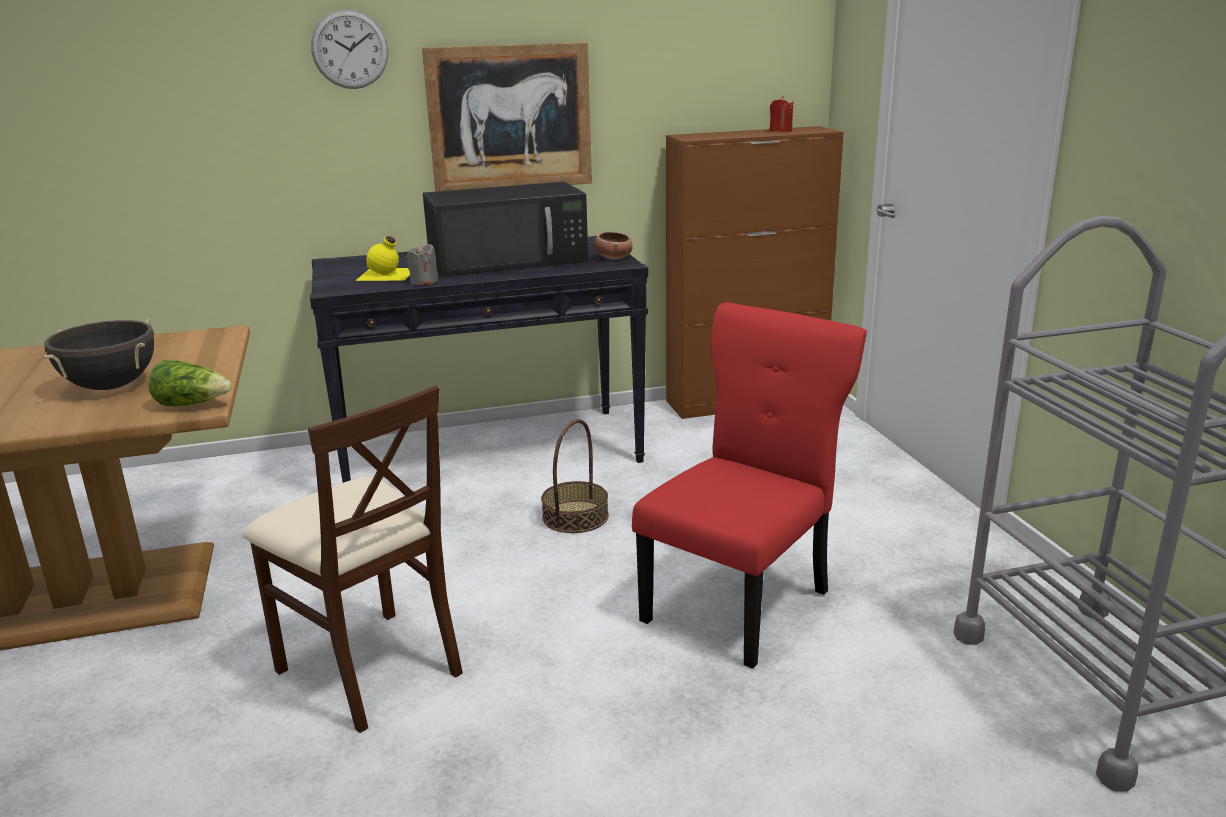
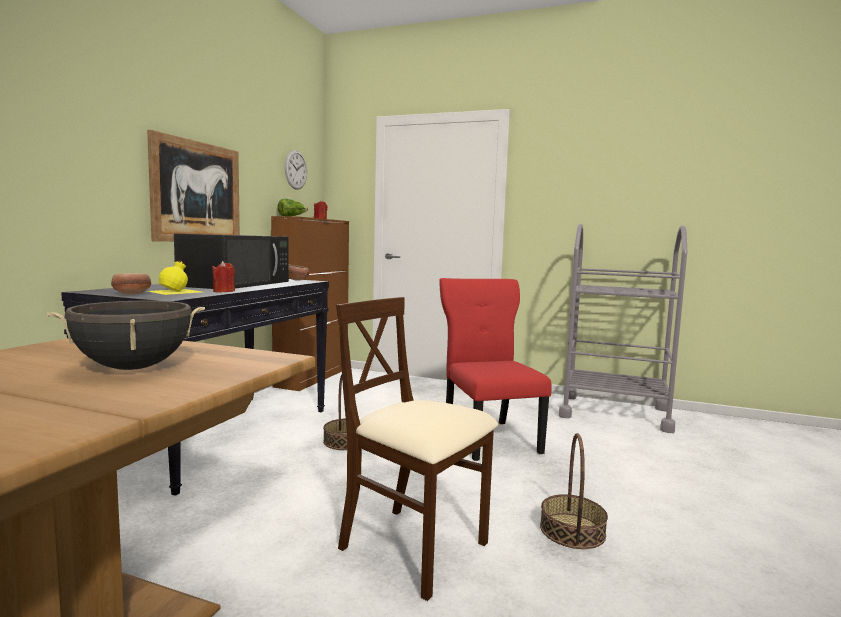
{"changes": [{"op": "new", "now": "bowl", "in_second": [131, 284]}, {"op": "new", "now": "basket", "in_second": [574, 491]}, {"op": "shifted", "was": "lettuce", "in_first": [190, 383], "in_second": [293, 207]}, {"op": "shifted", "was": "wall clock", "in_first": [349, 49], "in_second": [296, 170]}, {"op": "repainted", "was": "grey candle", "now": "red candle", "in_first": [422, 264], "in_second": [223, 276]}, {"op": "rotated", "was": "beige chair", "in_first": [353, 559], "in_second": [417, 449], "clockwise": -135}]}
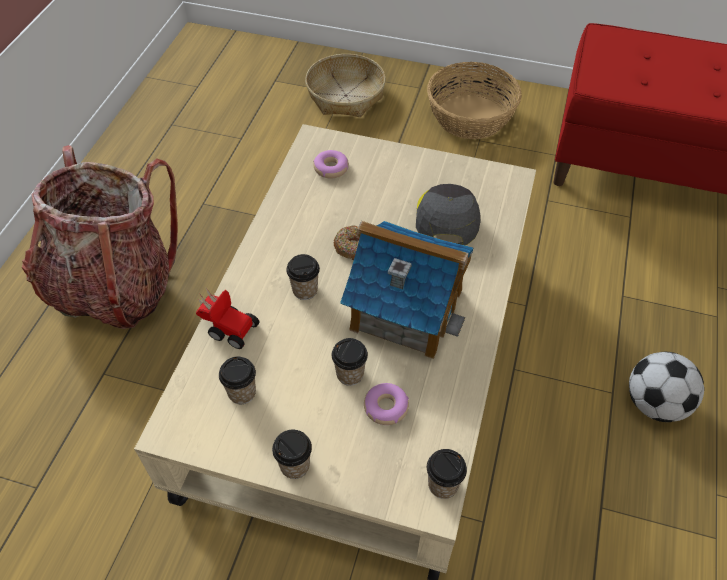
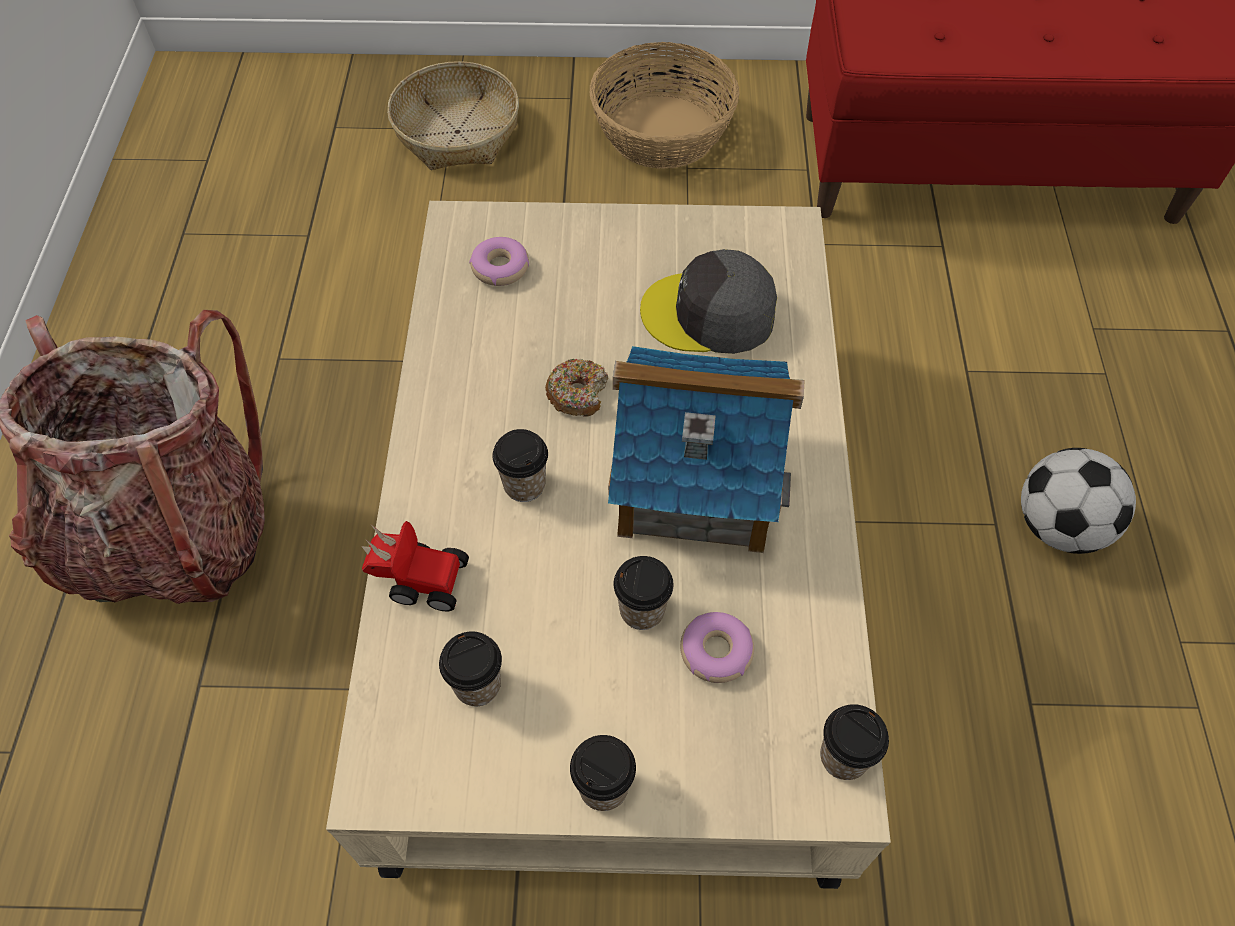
{"changes": [{"op": "rotated", "was": "grey cap", "in_first": [448, 214], "in_second": [708, 301], "clockwise": -75}]}
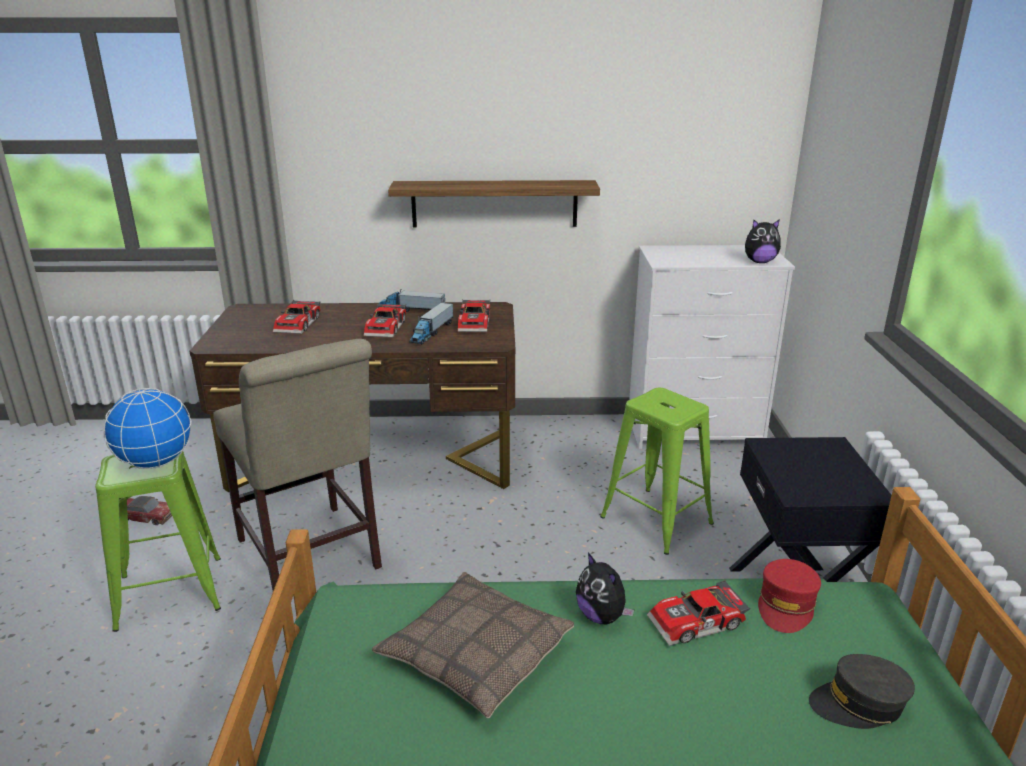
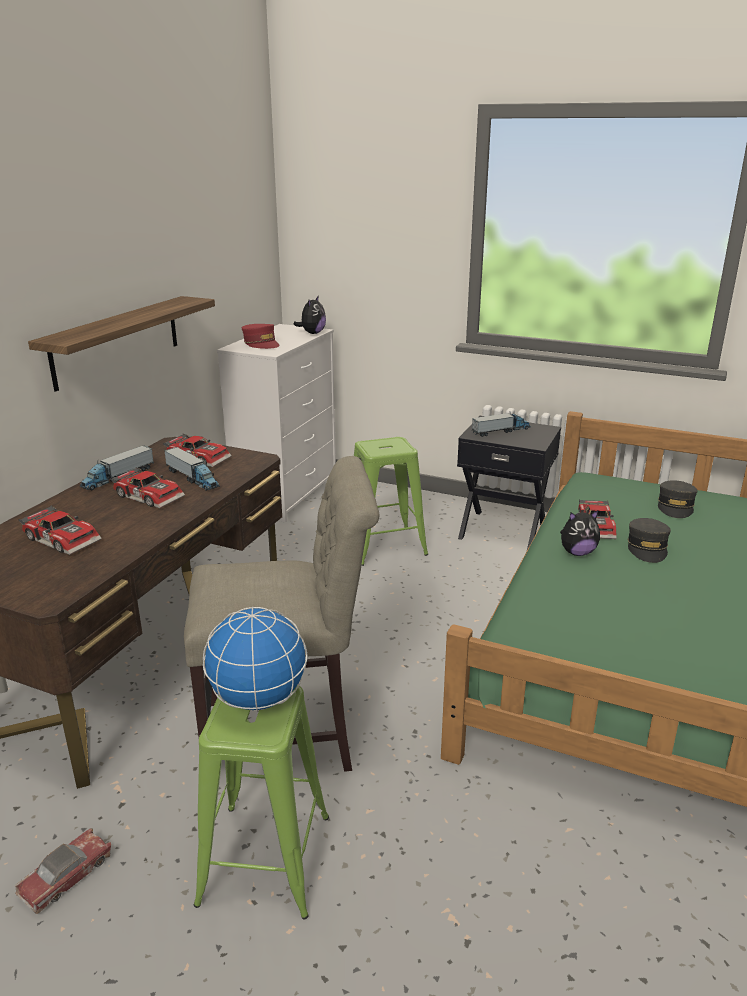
{"changes": [{"op": "gone", "was": "pillow", "in_first": [473, 645]}, {"op": "new", "now": "toy truck", "in_second": [501, 424]}, {"op": "new", "now": "grey cap", "in_second": [649, 540]}, {"op": "shifted", "was": "red cap", "in_first": [789, 596], "in_second": [261, 336]}]}
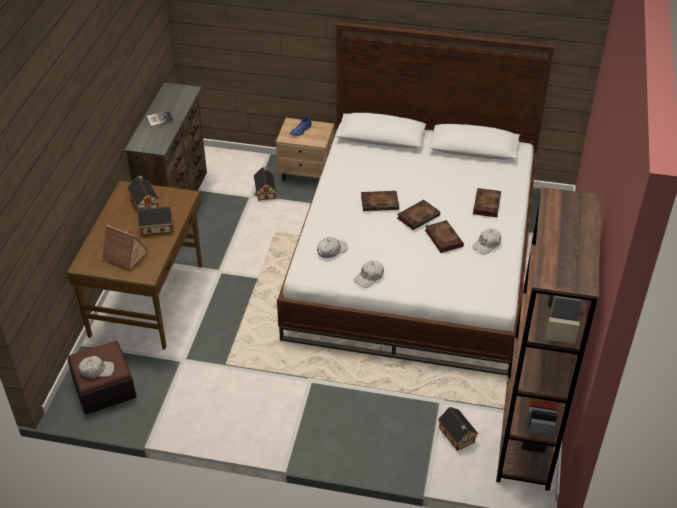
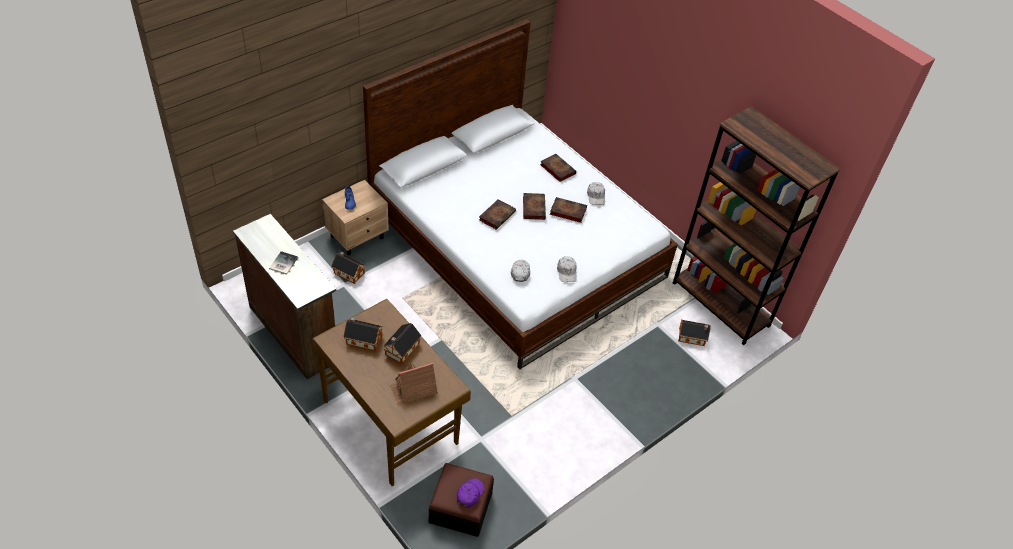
{"changes": [{"op": "repainted", "was": "white cap", "now": "purple cap", "in_first": [96, 367], "in_second": [470, 492]}]}
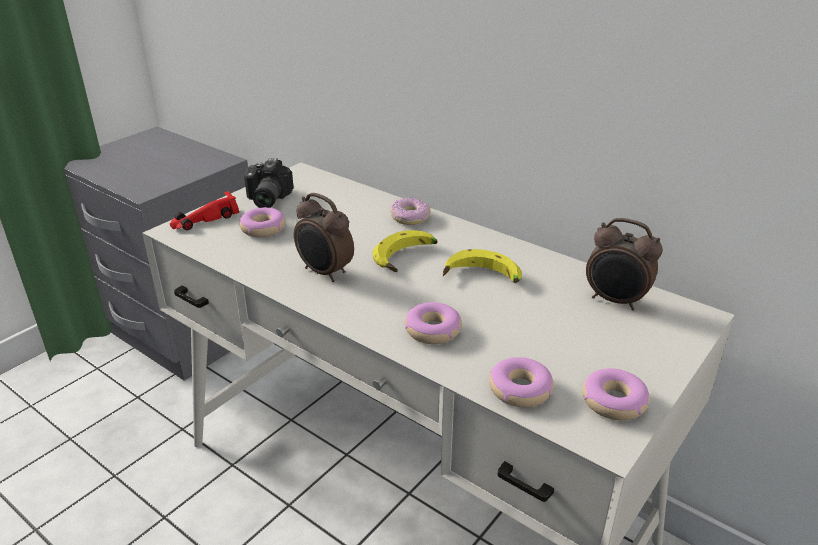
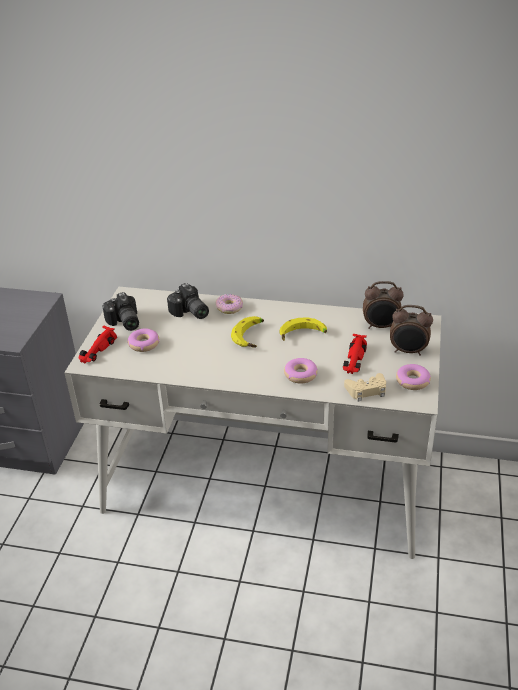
{"changes": [{"op": "new", "now": "photo camera", "in_second": [188, 301]}, {"op": "new", "now": "red toy car", "in_second": [355, 354]}, {"op": "shifted", "was": "alarm clock", "in_first": [324, 237], "in_second": [411, 330]}, {"op": "swapped", "was": "donut", "now": "beige game controller", "in_first": [521, 382], "in_second": [365, 387]}]}
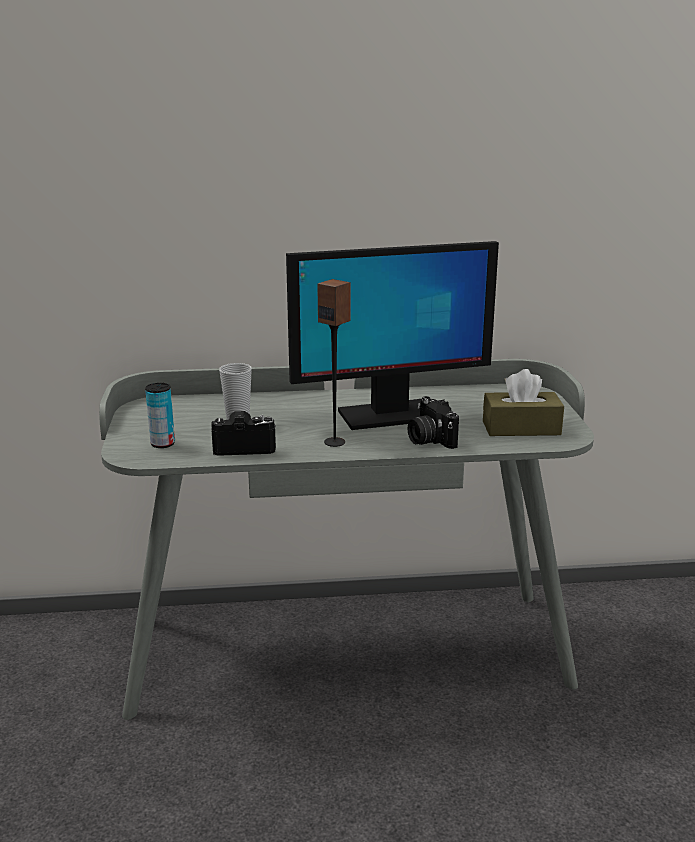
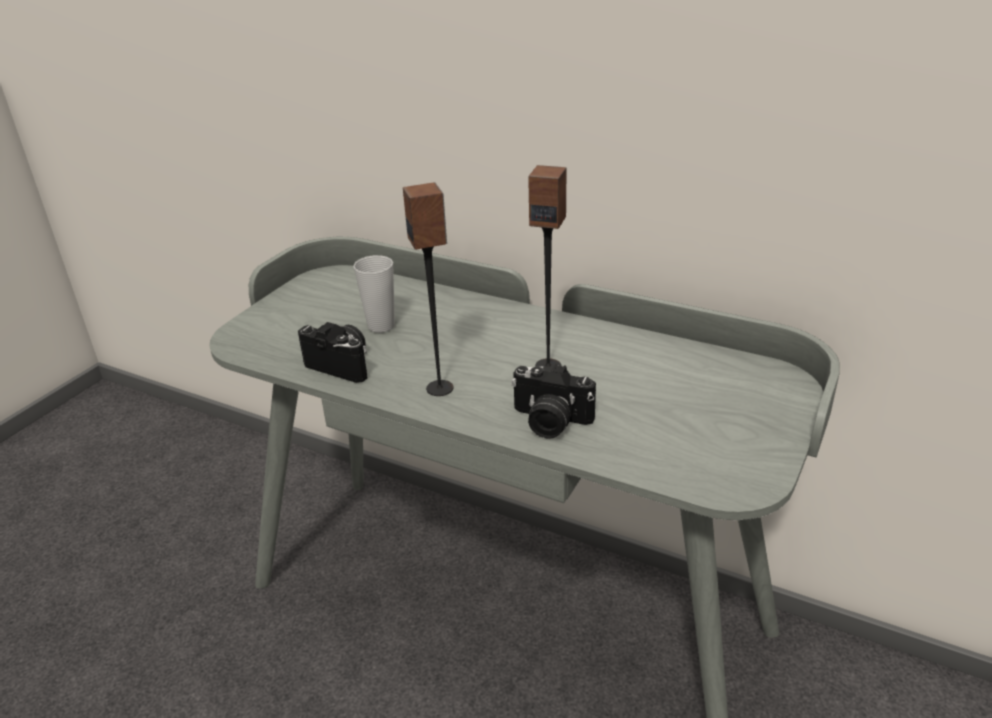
{"changes": [{"op": "gone", "was": "can", "in_first": [160, 415]}, {"op": "gone", "was": "brown tissue box", "in_first": [523, 402]}, {"op": "swapped", "was": "monitor", "now": "speaker", "in_first": [392, 335], "in_second": [547, 268]}, {"op": "rotated", "was": "photo camera", "in_first": [433, 422], "in_second": [553, 401], "clockwise": -75}]}
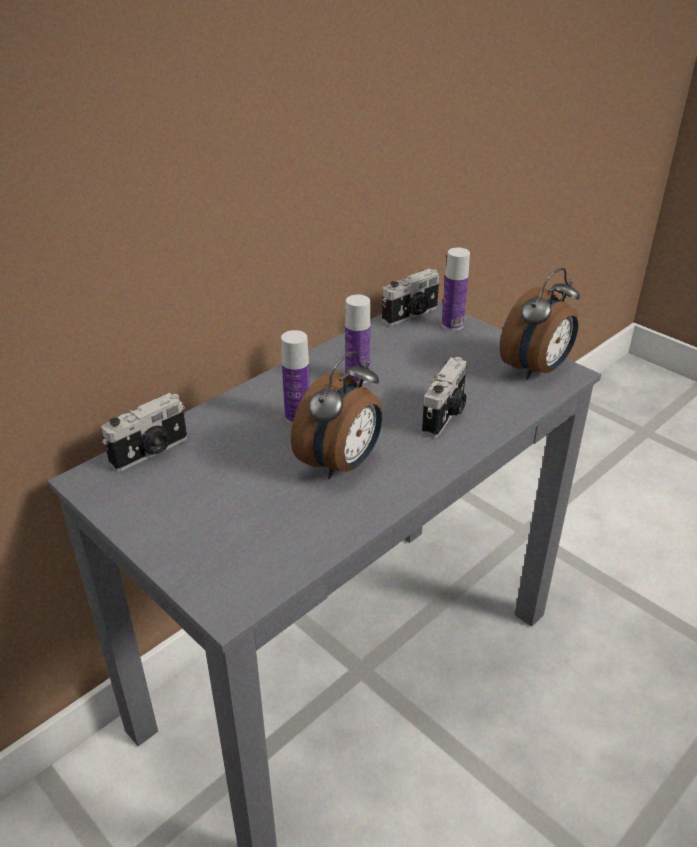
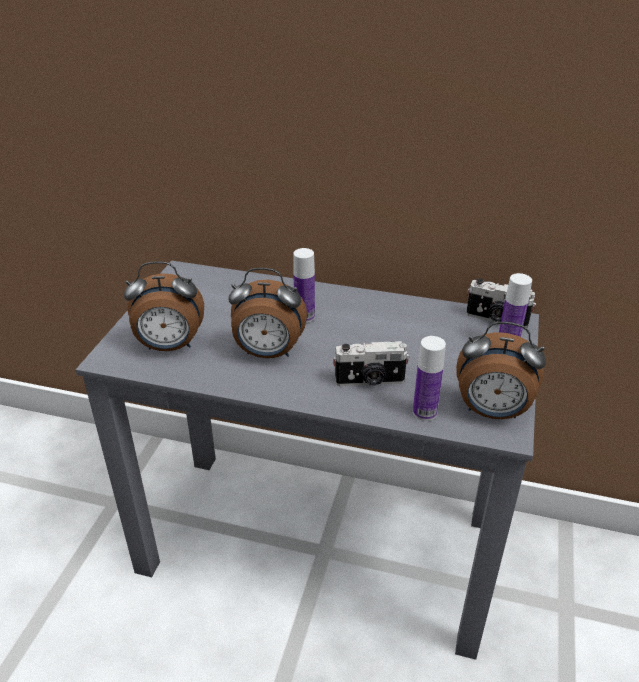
{"changes": [{"op": "gone", "was": "photo camera", "in_first": [144, 432]}, {"op": "new", "now": "alarm clock", "in_second": [164, 306]}, {"op": "shifted", "was": "bottle", "in_first": [357, 339], "in_second": [429, 378]}]}
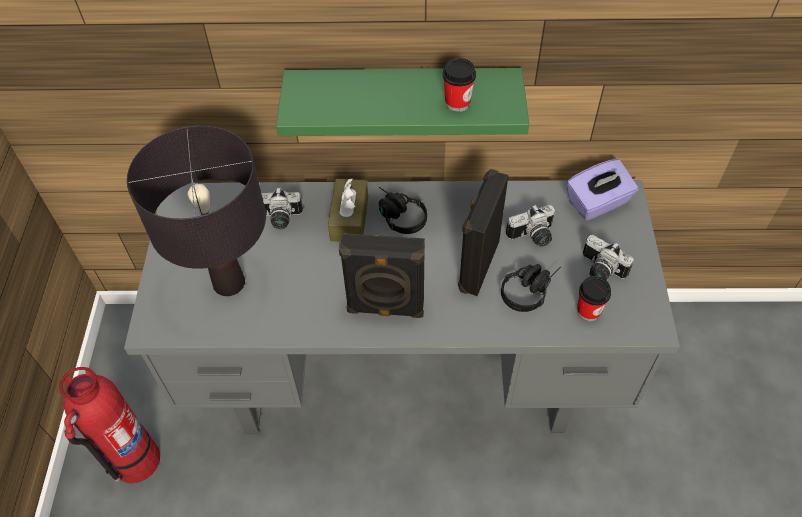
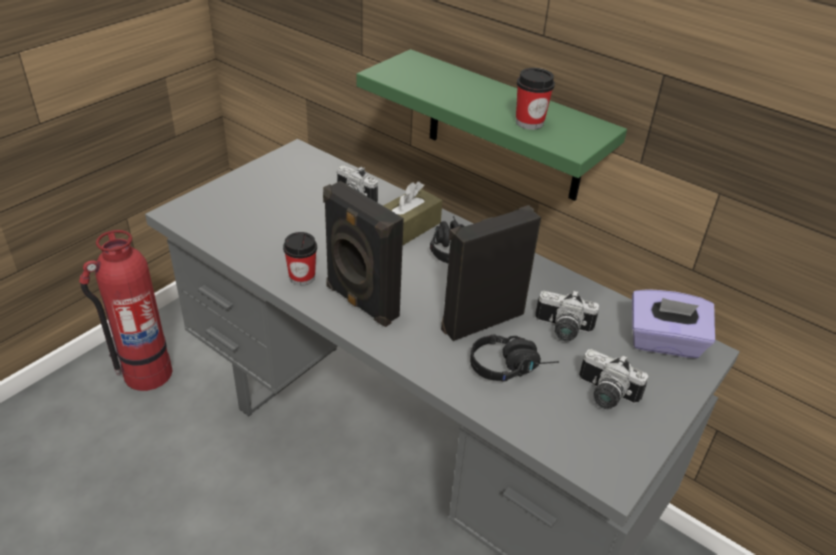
{"changes": [{"op": "gone", "was": "black table lamp", "in_first": [196, 211]}, {"op": "shifted", "was": "cup", "in_first": [594, 298], "in_second": [300, 259]}, {"op": "rotated", "was": "photo camera", "in_first": [608, 257], "in_second": [613, 379], "clockwise": -45}]}
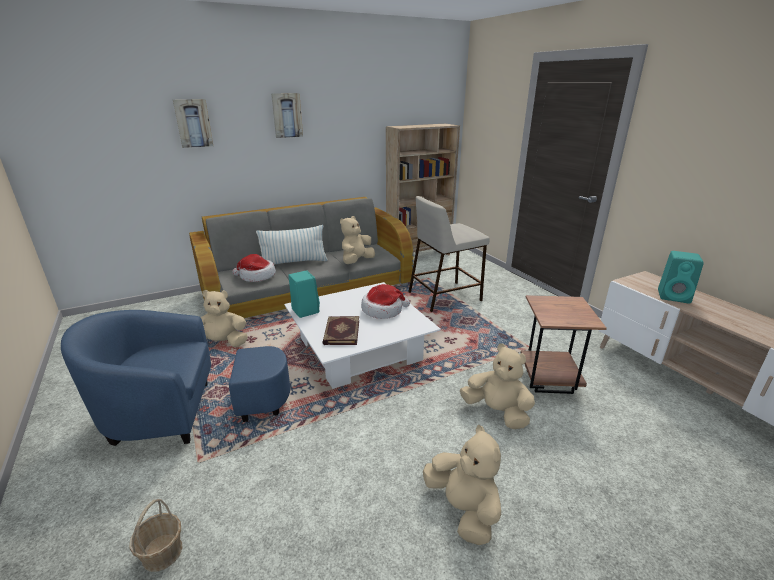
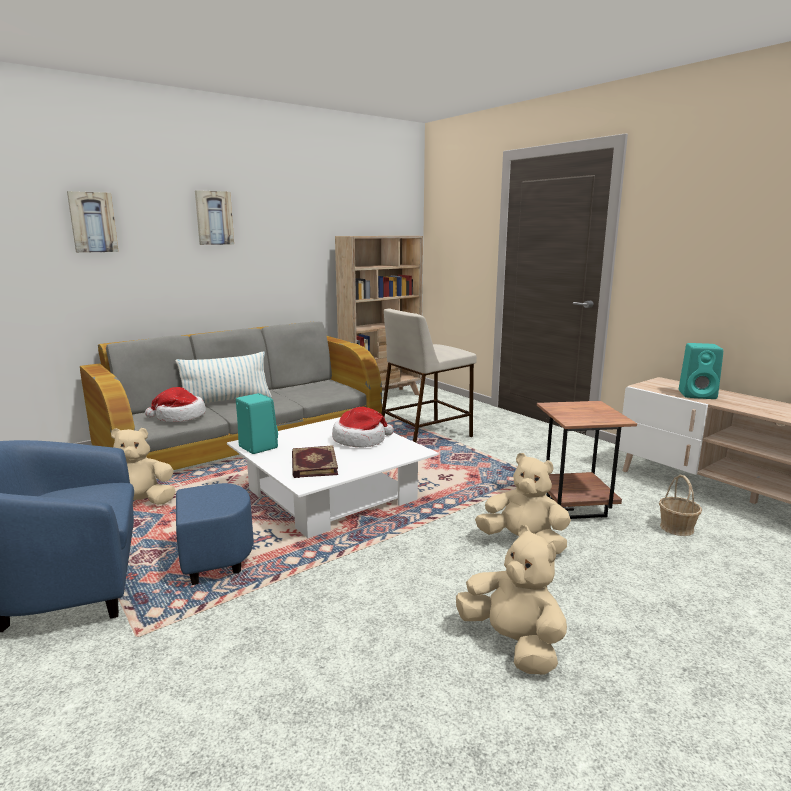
{"changes": [{"op": "gone", "was": "beige plush toy", "in_first": [357, 240]}, {"op": "shifted", "was": "basket", "in_first": [155, 535], "in_second": [680, 505]}]}
